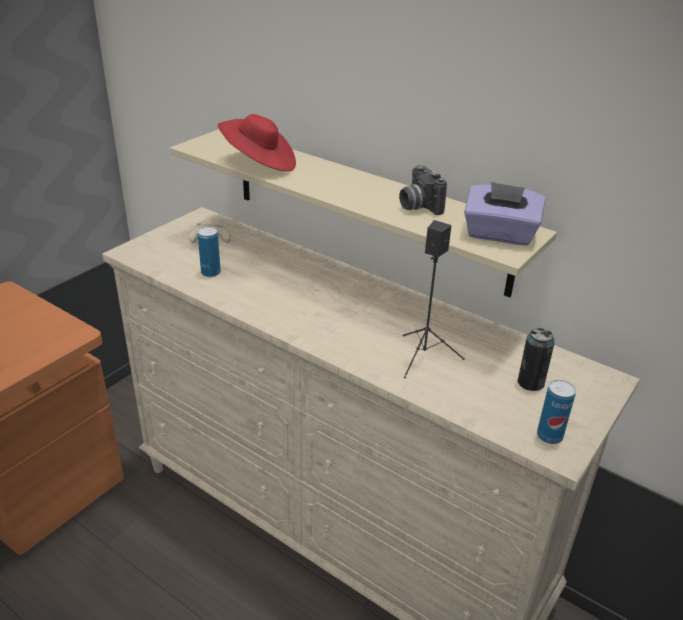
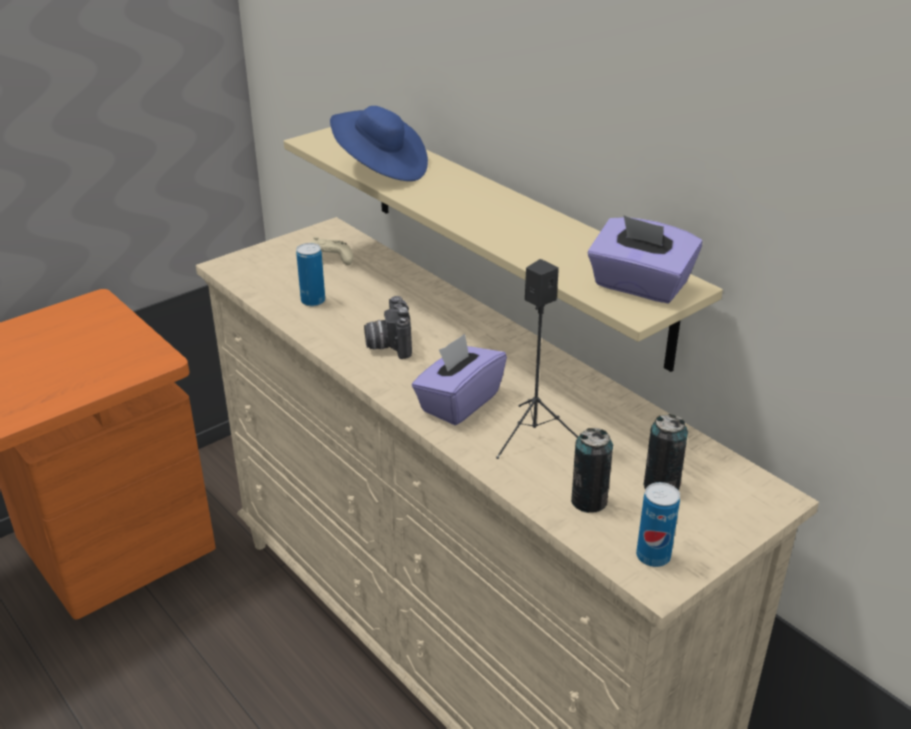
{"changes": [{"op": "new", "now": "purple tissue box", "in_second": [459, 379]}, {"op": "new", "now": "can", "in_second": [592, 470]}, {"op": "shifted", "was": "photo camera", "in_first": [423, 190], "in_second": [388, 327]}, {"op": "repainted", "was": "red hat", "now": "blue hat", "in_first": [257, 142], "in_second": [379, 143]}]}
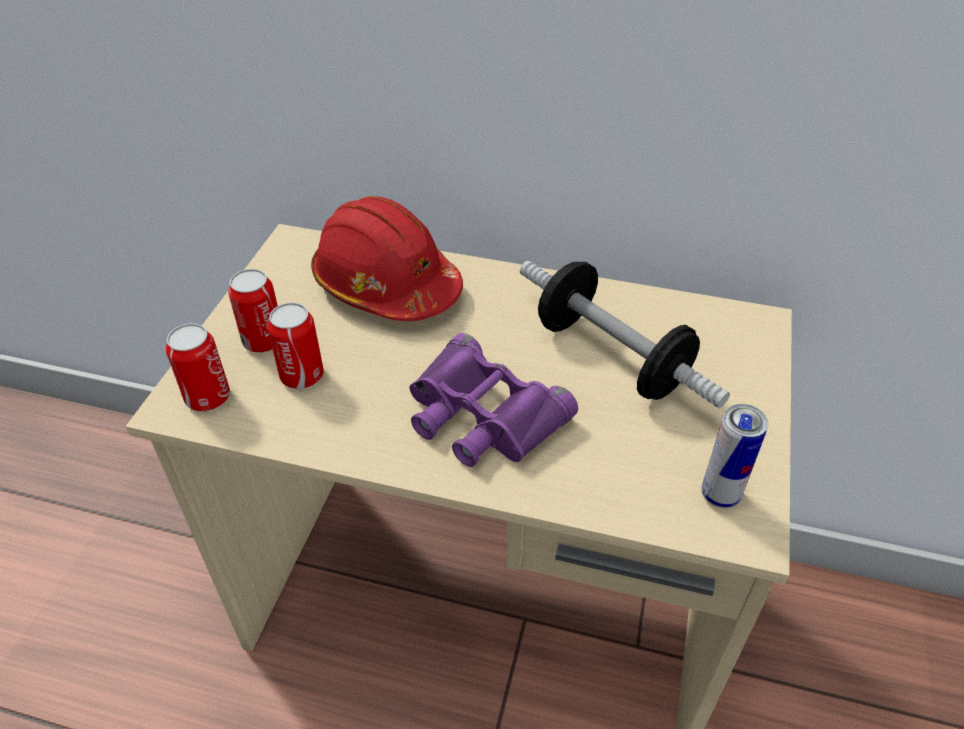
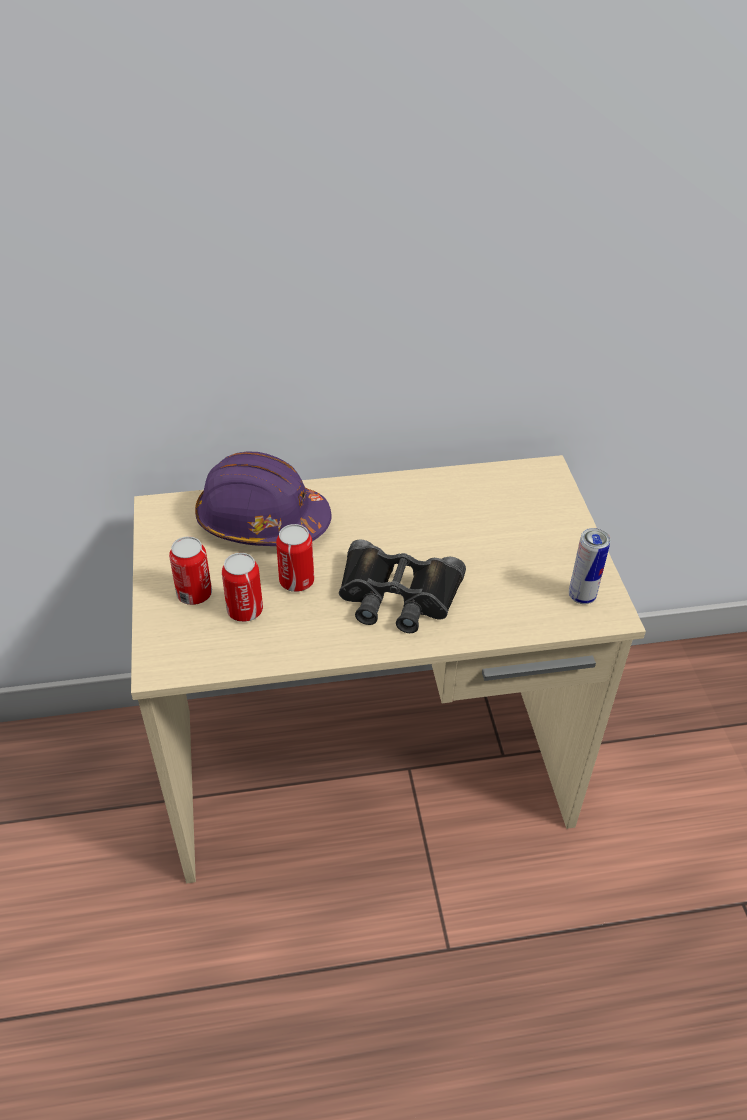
{"changes": [{"op": "gone", "was": "dumbbell", "in_first": [625, 334]}, {"op": "shifted", "was": "can", "in_first": [198, 367], "in_second": [295, 558]}, {"op": "repainted", "was": "red hard hat", "now": "purple hard hat", "in_first": [387, 258], "in_second": [263, 498]}, {"op": "repainted", "was": "purple binoculars", "now": "black binoculars", "in_first": [493, 400], "in_second": [402, 586]}]}
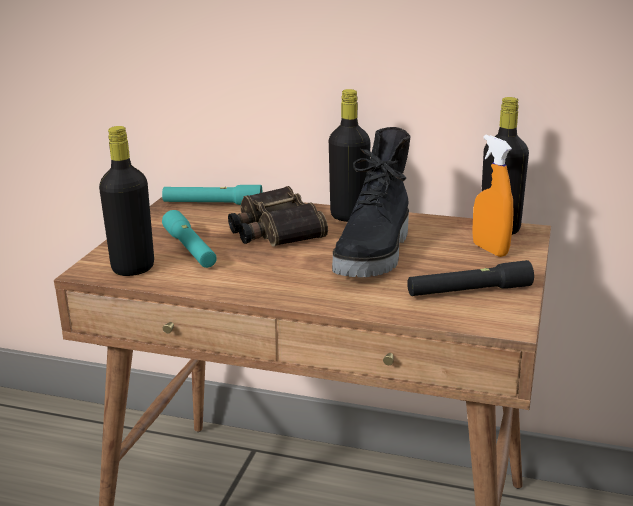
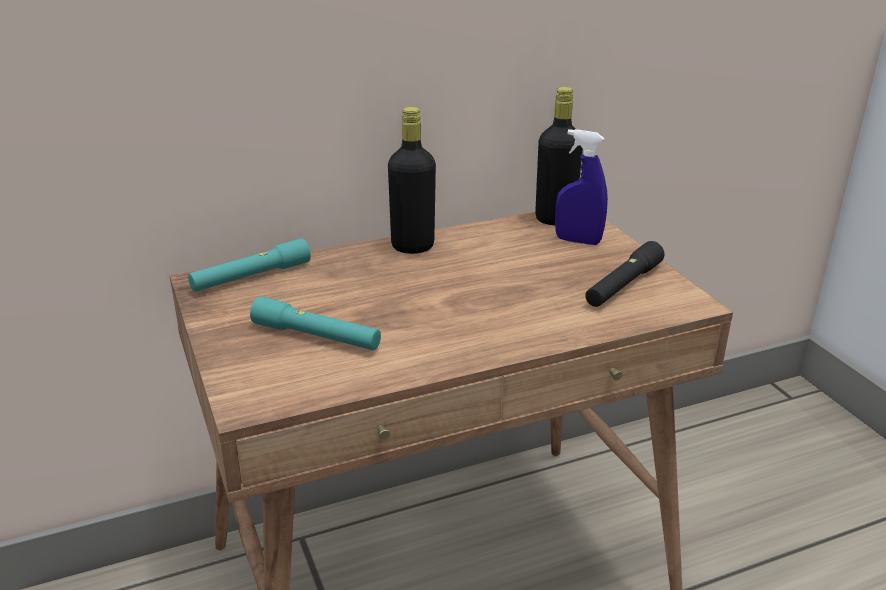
{"changes": [{"op": "gone", "was": "black bottle", "in_first": [126, 201]}, {"op": "gone", "was": "binoculars", "in_first": [278, 216]}, {"op": "gone", "was": "black boot", "in_first": [371, 202]}, {"op": "repainted", "was": "orange spray bottle", "now": "blue spray bottle", "in_first": [493, 196], "in_second": [581, 187]}]}
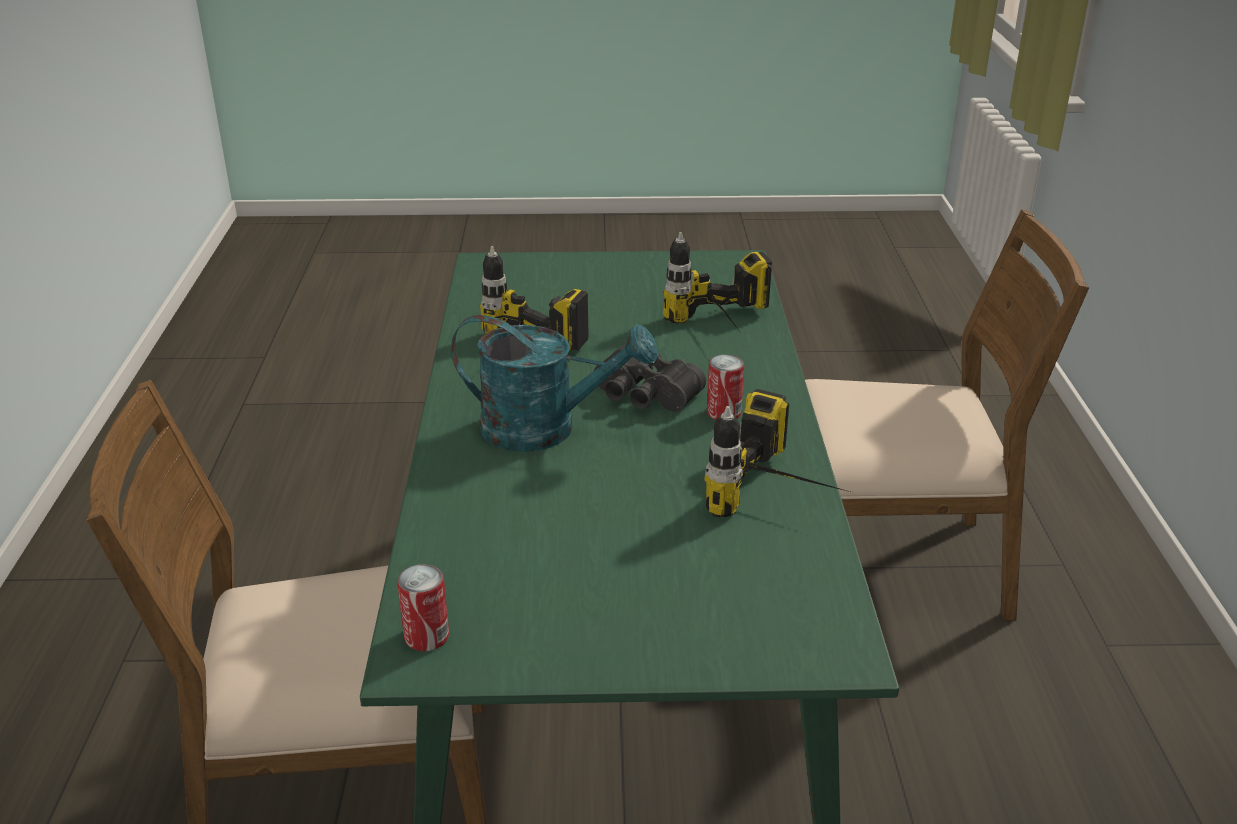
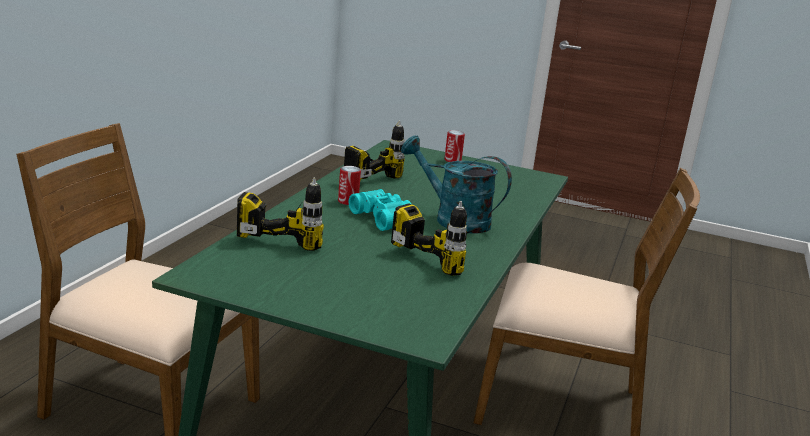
{"changes": [{"op": "shifted", "was": "can", "in_first": [423, 607], "in_second": [454, 146]}, {"op": "repainted", "was": "black binoculars", "now": "turquoise binoculars", "in_first": [650, 378], "in_second": [380, 210]}]}
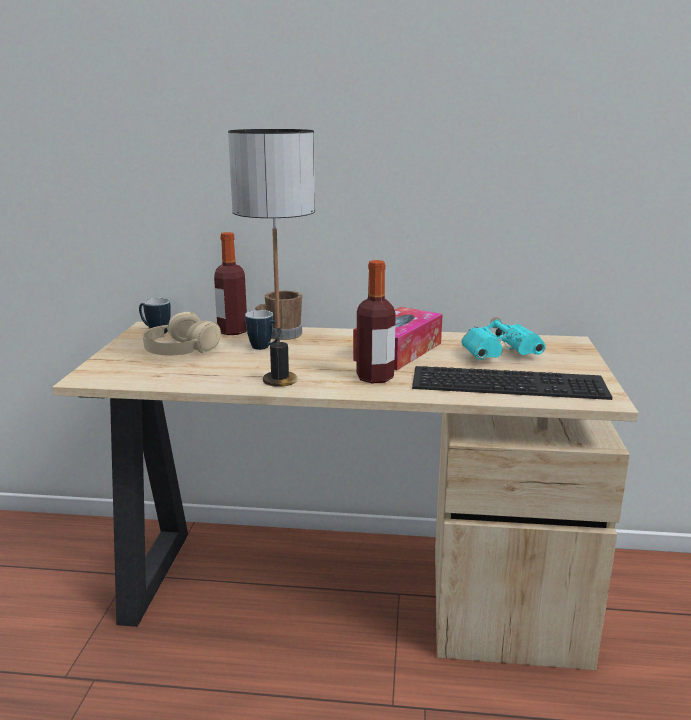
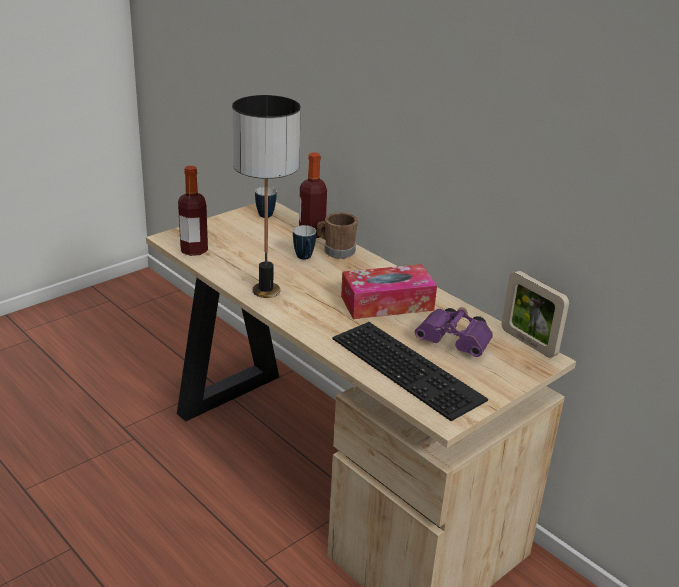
{"changes": [{"op": "gone", "was": "beige headphones", "in_first": [182, 333]}, {"op": "new", "now": "picture frame", "in_second": [535, 314]}, {"op": "shifted", "was": "bottle", "in_first": [376, 321], "in_second": [193, 211]}, {"op": "repainted", "was": "turquoise binoculars", "now": "purple binoculars", "in_first": [503, 338], "in_second": [454, 332]}]}
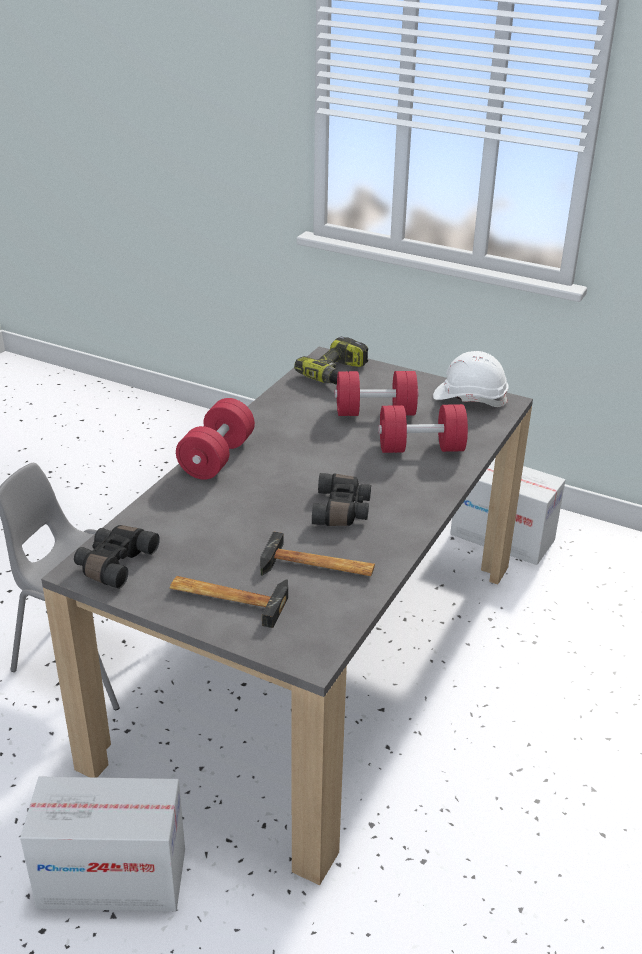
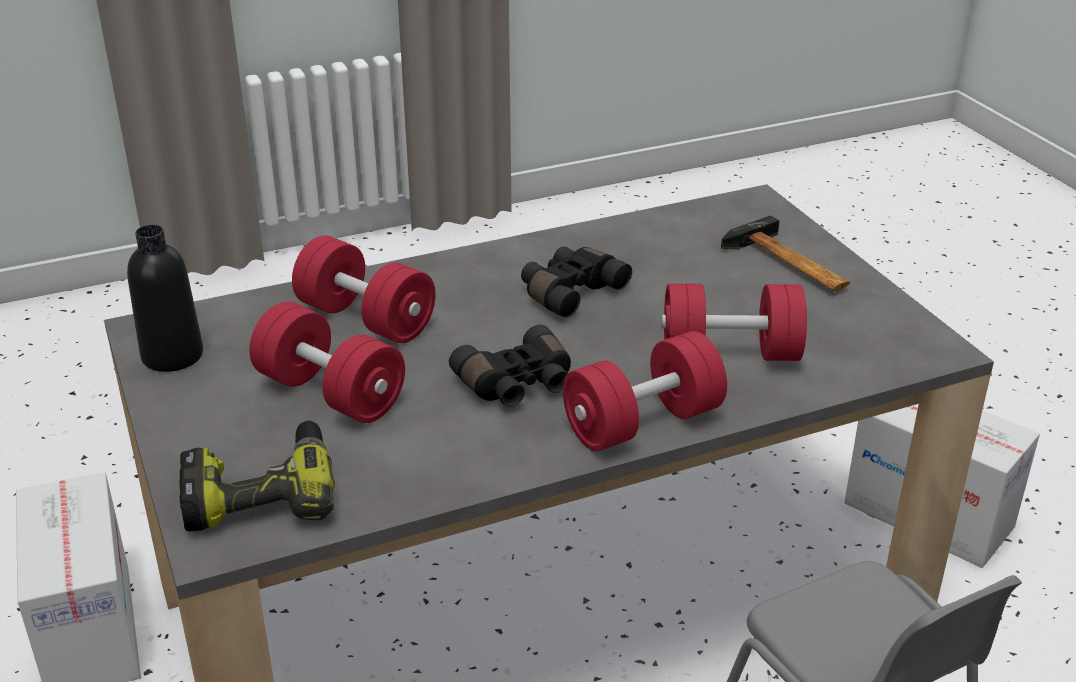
{"changes": [{"op": "gone", "was": "hammer", "in_first": [317, 553]}, {"op": "new", "now": "red dumbbell", "in_second": [734, 322]}, {"op": "shifted", "was": "black binoculars", "in_first": [117, 557], "in_second": [510, 365]}, {"op": "swapped", "was": "white hard hat", "now": "black bottle", "in_first": [471, 379], "in_second": [165, 298]}]}
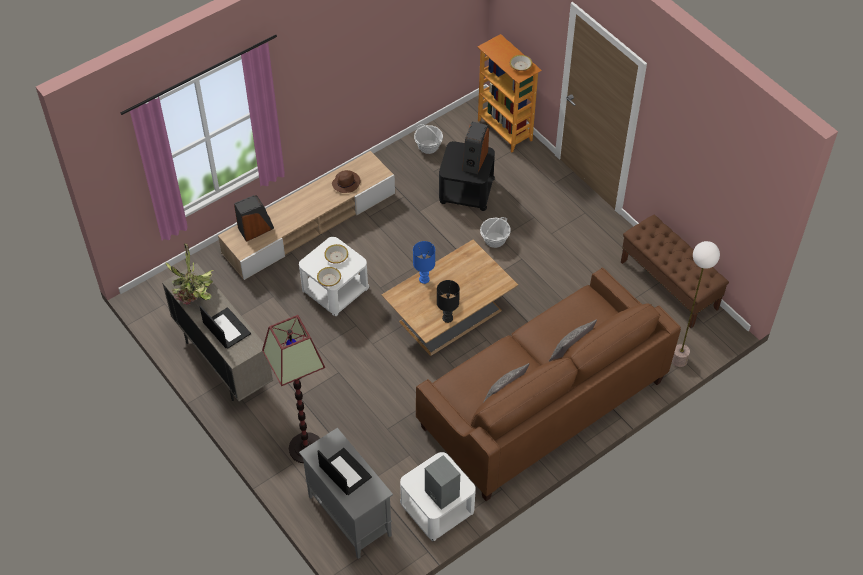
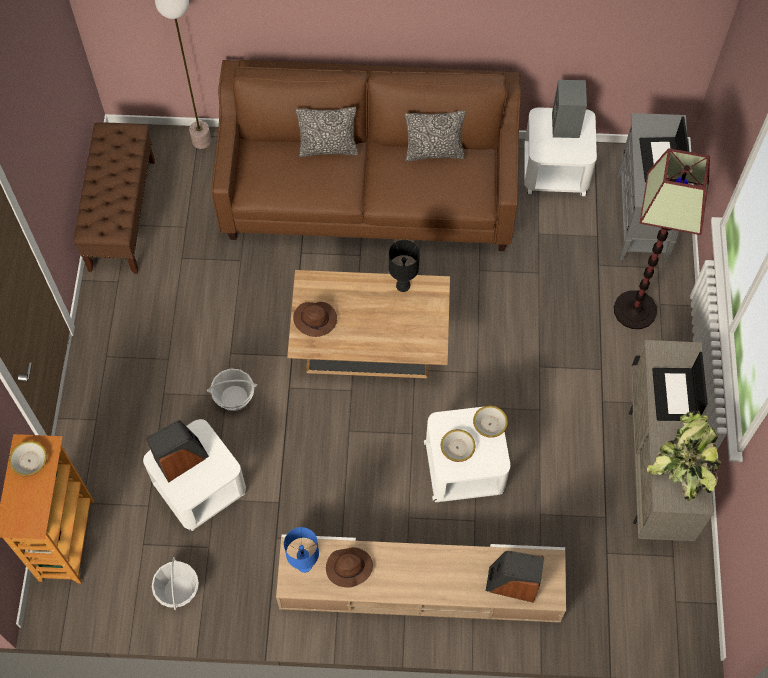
{"changes": [{"op": "new", "now": "brown hat", "in_second": [315, 319]}, {"op": "shifted", "was": "blue table lamp", "in_first": [424, 262], "in_second": [301, 550]}, {"op": "repainted", "was": "black side table", "now": "white side table", "in_first": [467, 176], "in_second": [194, 475]}]}
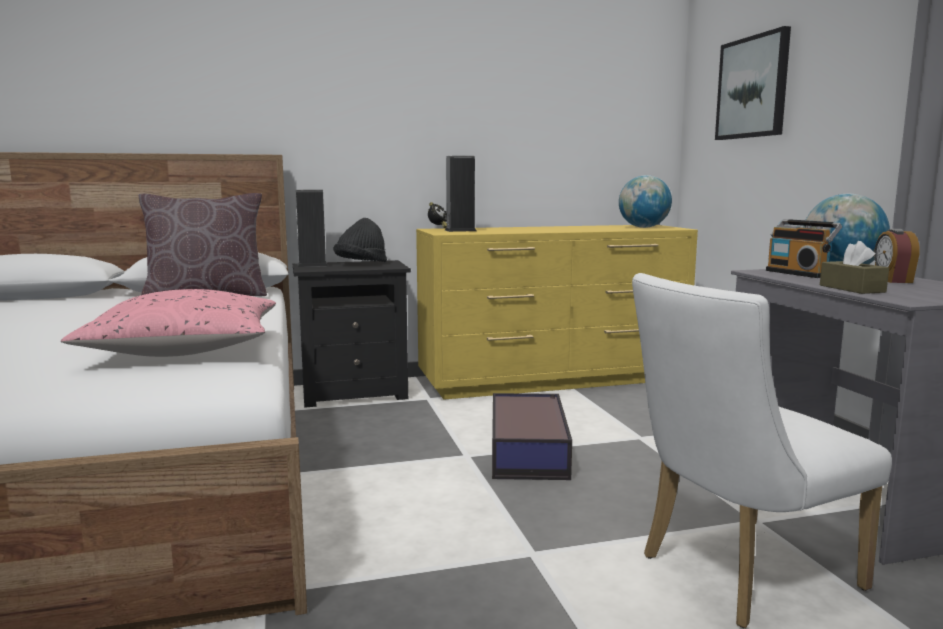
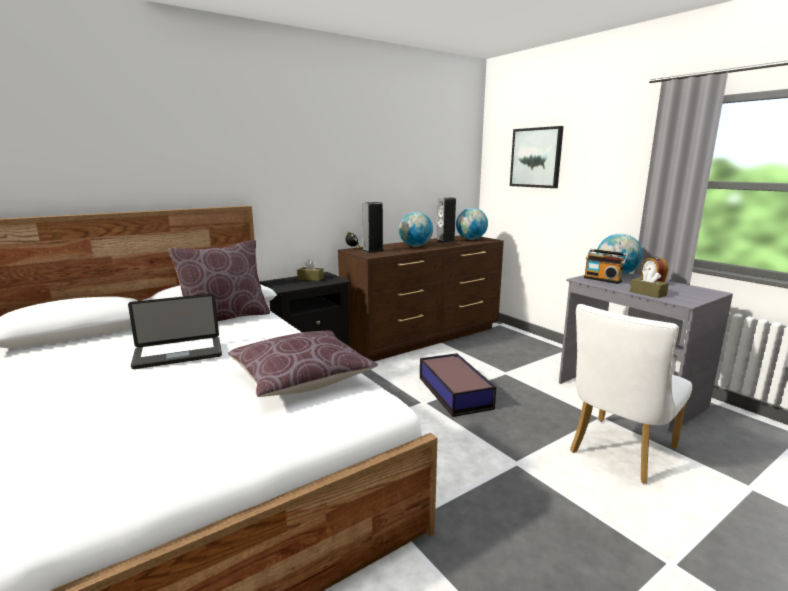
{"changes": [{"op": "new", "now": "laptop", "in_second": [175, 331]}, {"op": "new", "now": "globe", "in_second": [416, 229]}, {"op": "shifted", "was": "speaker", "in_first": [312, 228], "in_second": [446, 220]}, {"op": "swapped", "was": "black hat", "now": "brown tissue box", "in_first": [360, 240], "in_second": [310, 270]}, {"op": "repainted", "was": "pink pillow", "now": "brown pillow", "in_first": [168, 323], "in_second": [303, 364]}, {"op": "repainted", "was": "yellow dresser", "now": "brown dresser", "in_first": [557, 312], "in_second": [421, 298]}]}
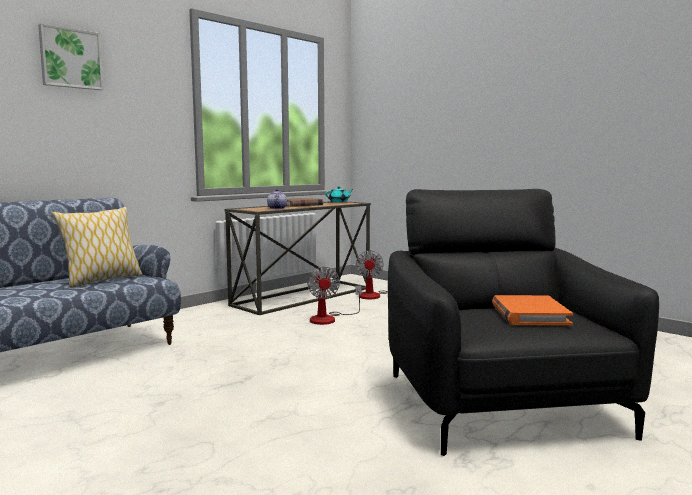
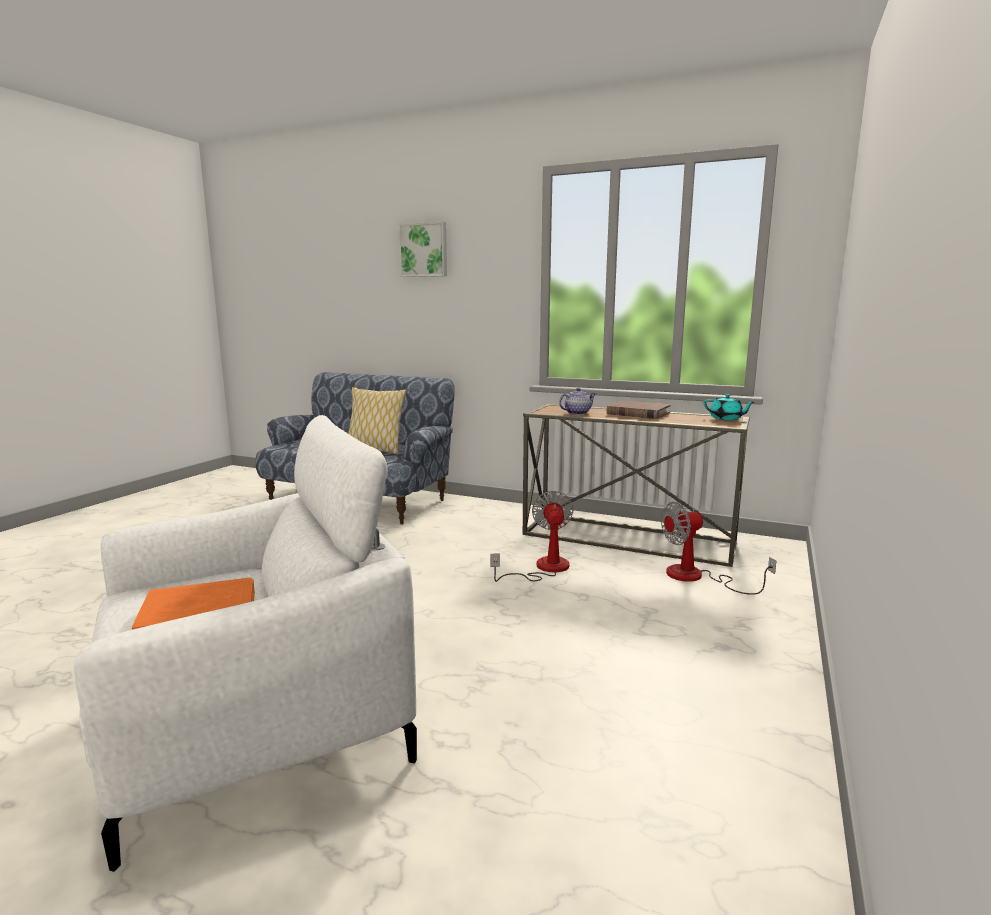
{"changes": [{"op": "repainted", "was": "black armchair", "now": "white armchair", "in_first": [523, 322], "in_second": [245, 643]}, {"op": "rotated", "was": "fan", "in_first": [334, 296], "in_second": [531, 536], "clockwise": 120}]}
